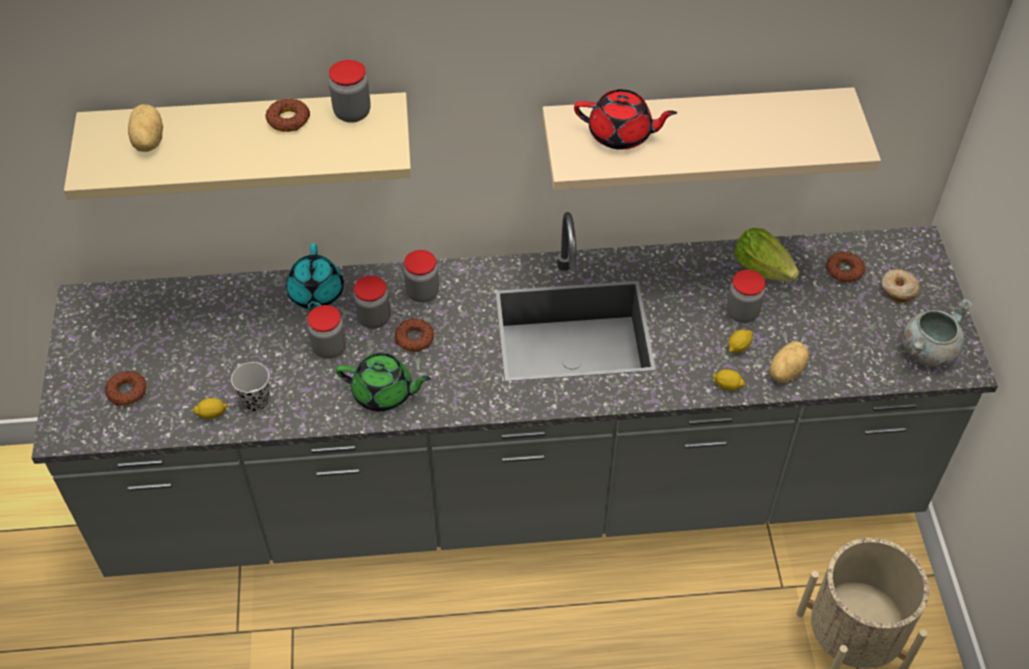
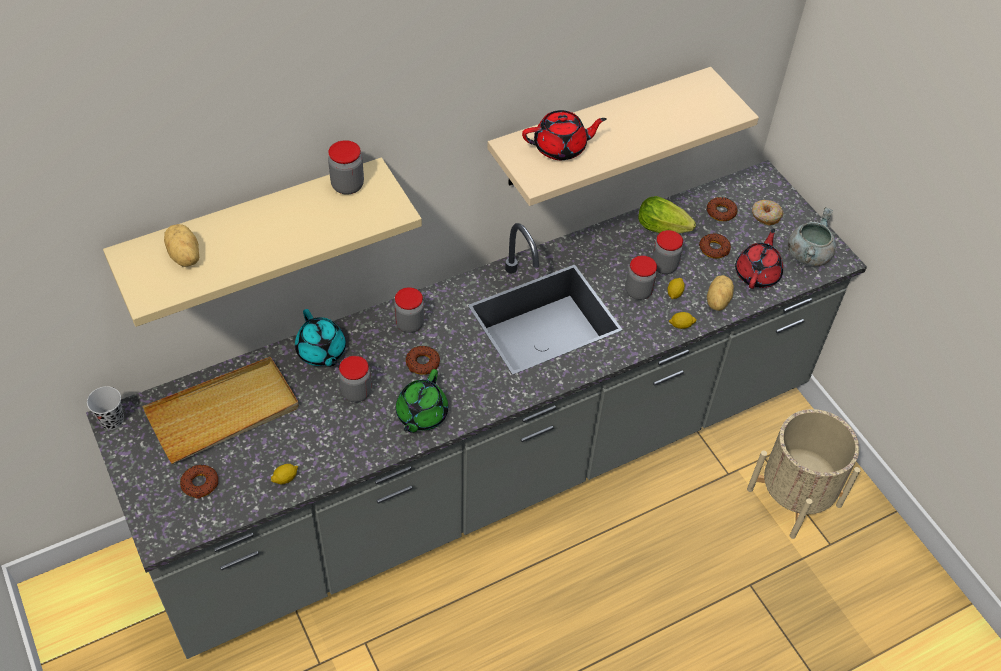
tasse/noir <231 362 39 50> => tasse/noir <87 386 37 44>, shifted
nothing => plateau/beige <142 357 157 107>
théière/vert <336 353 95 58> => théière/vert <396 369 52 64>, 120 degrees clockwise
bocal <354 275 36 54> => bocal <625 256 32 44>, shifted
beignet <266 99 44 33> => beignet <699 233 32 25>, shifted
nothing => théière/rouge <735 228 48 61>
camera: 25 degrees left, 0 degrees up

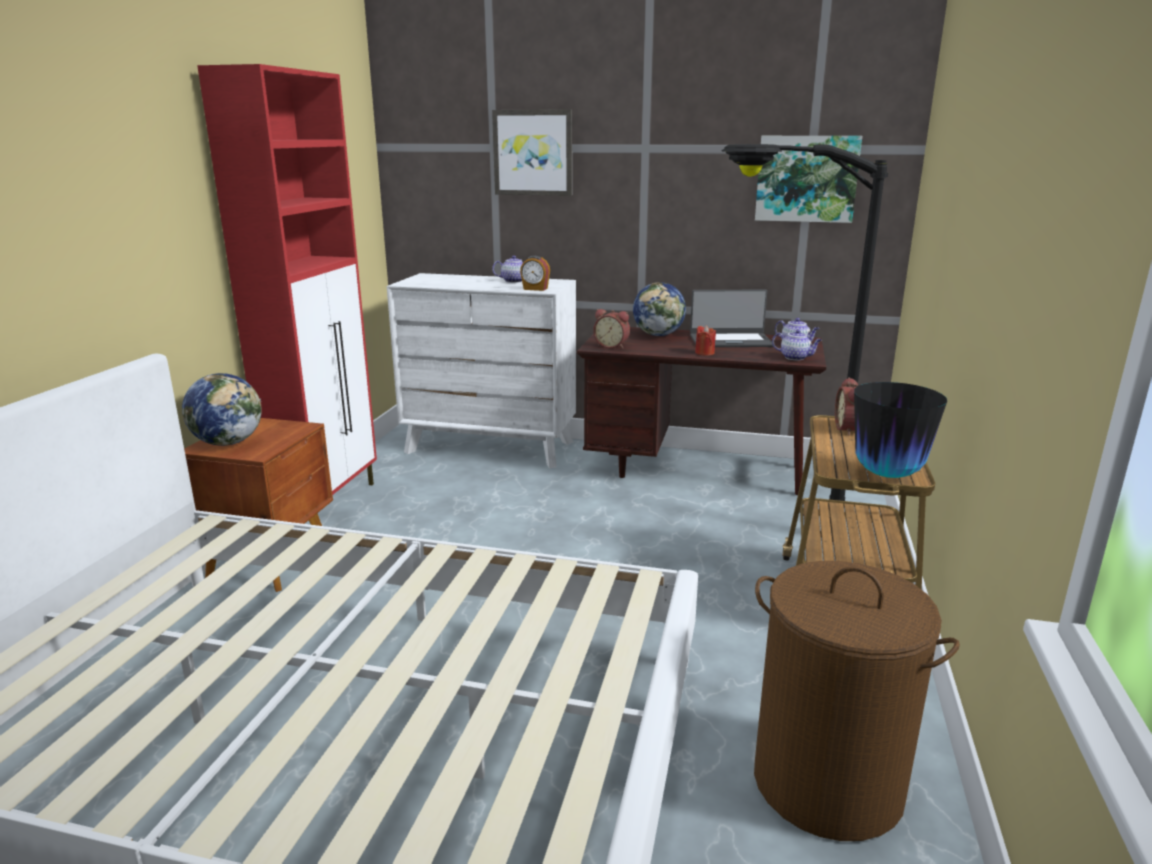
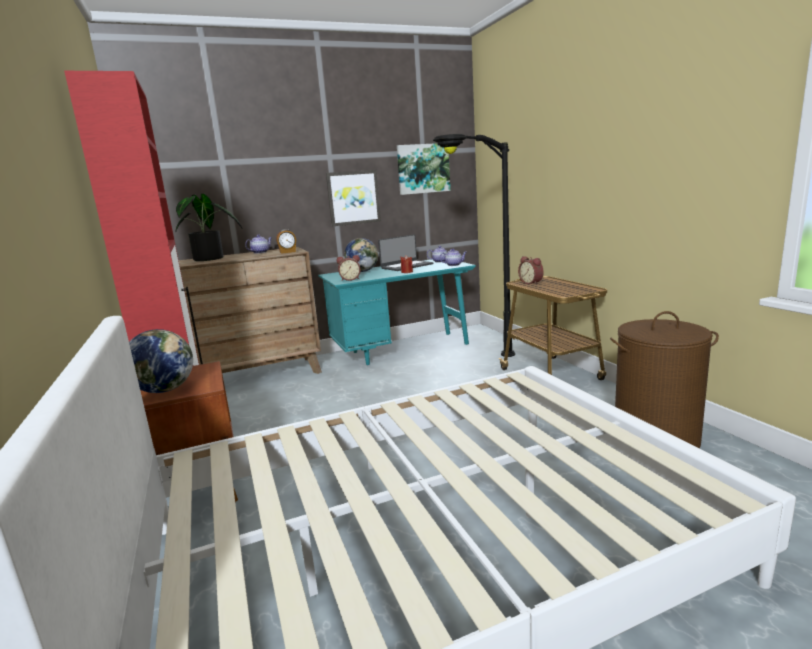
nothing => plante en pot <175 194 67 67>
commode/blanc <387 273 189 195> => commode/marron <179 247 143 127>
bureau/marron <577 327 249 168> => bureau/turquoise <318 260 158 105>
tableau <492 109 80 87> => tableau <326 170 55 56>, shifted
vase <854 382 93 96> => nothing
camera: 35 degrees left, 5 degrees down

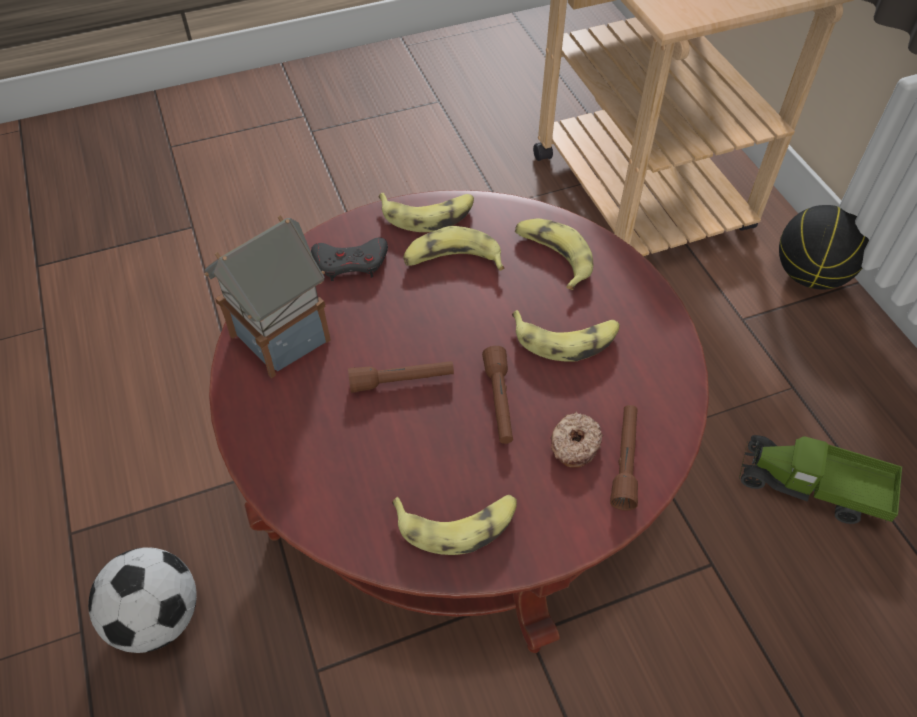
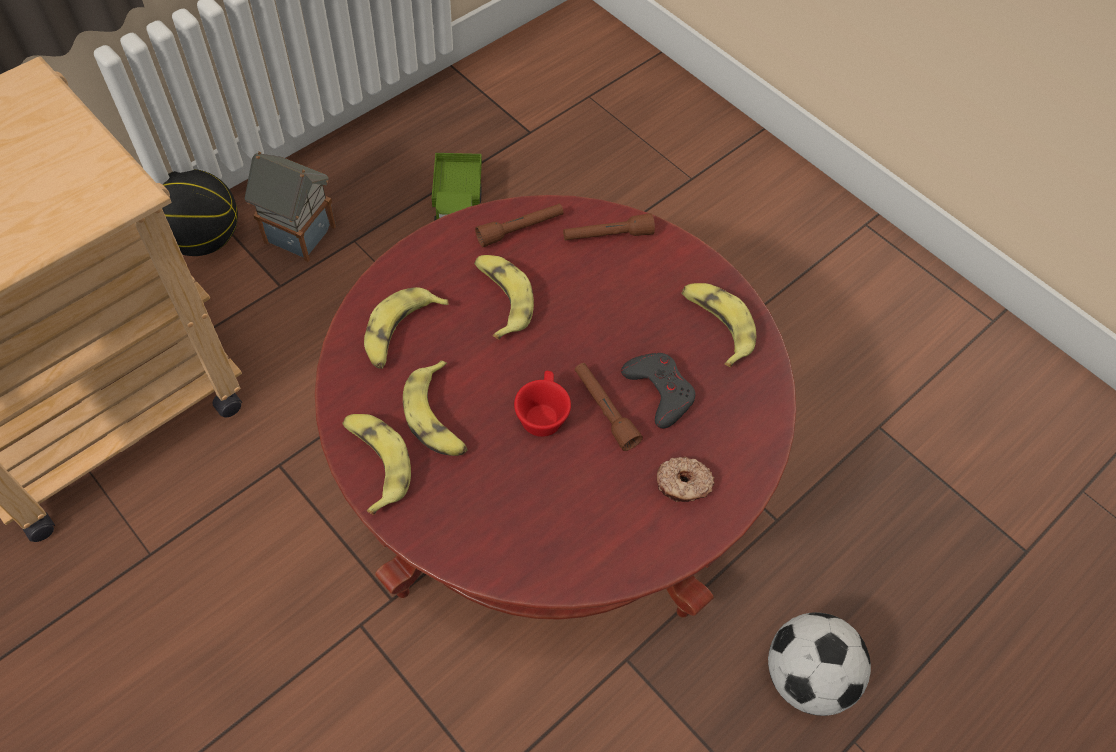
maison miniature <204 215 127 163> => maison miniature <244 151 92 111>, shifted
lampe de poche/marron <482 346 31 98> => lampe de poche/marron <475 204 89 43>, shifted
nothing => tasse/rouge <514 371 57 66>
manette/gris <311 237 77 44> => manette/gris <621 353 75 76>, shifted
beignet <551 412 52 56> => beignet <657 457 58 45>, shifted
camera: 115 degrees left, 5 degrees up

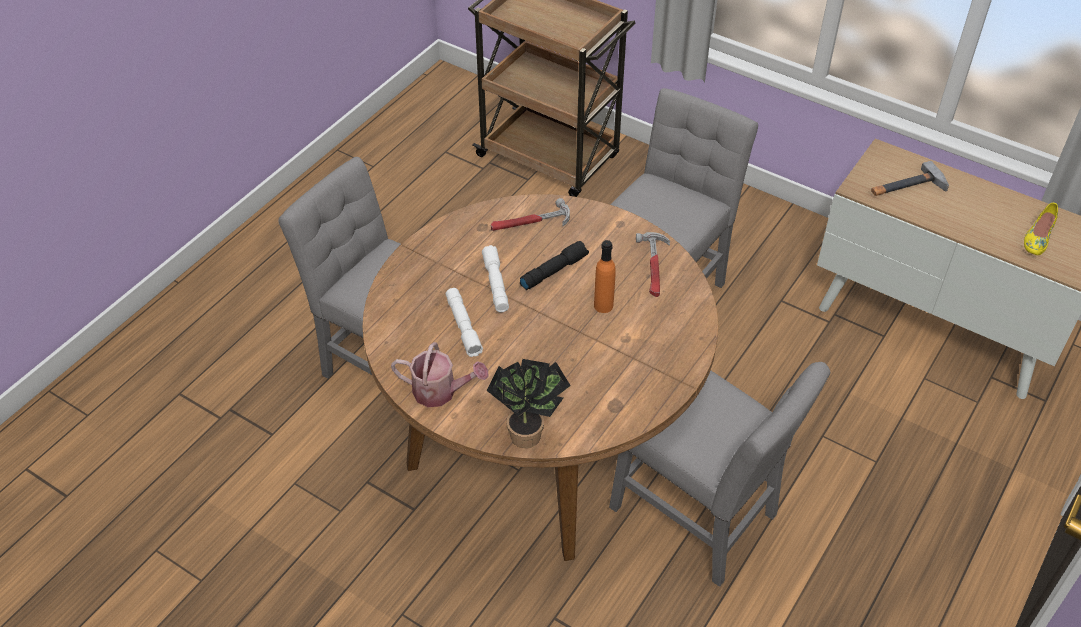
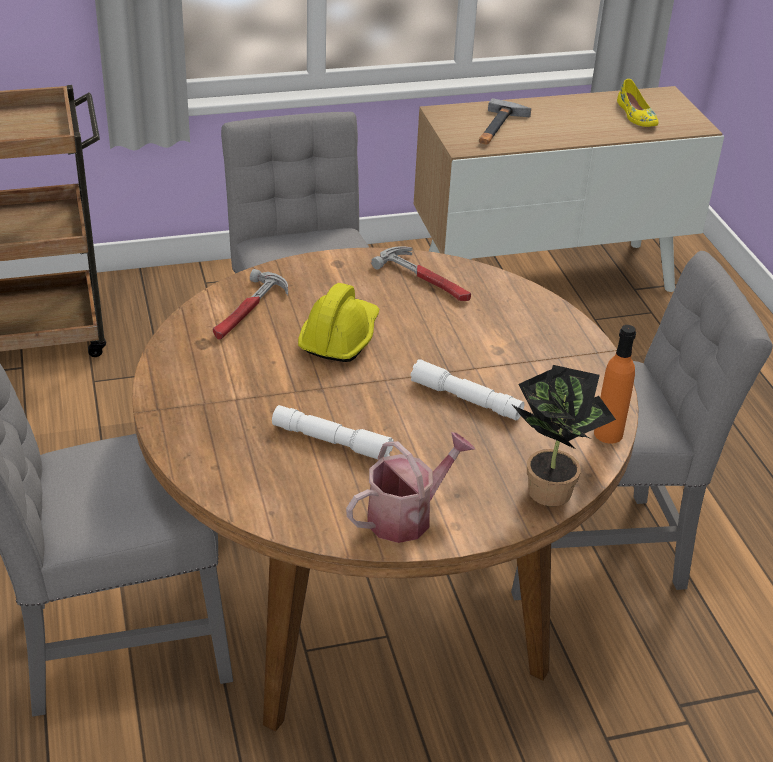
lampe de poche/noir <520 241 69 49> => casque de chantier/jaune <298 283 82 79>
lampe de poche/blanc <482 245 27 67> => lampe de poche/blanc <410 359 114 61>, shifted
bouteille/orange <594 240 22 73> => bouteille/orange <594 325 42 119>, shifted
camera: 50 degrees left, 10 degrees down

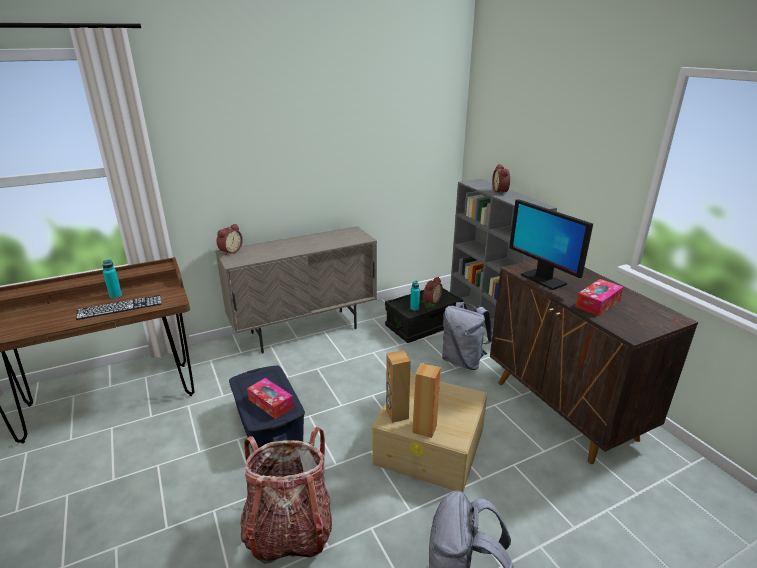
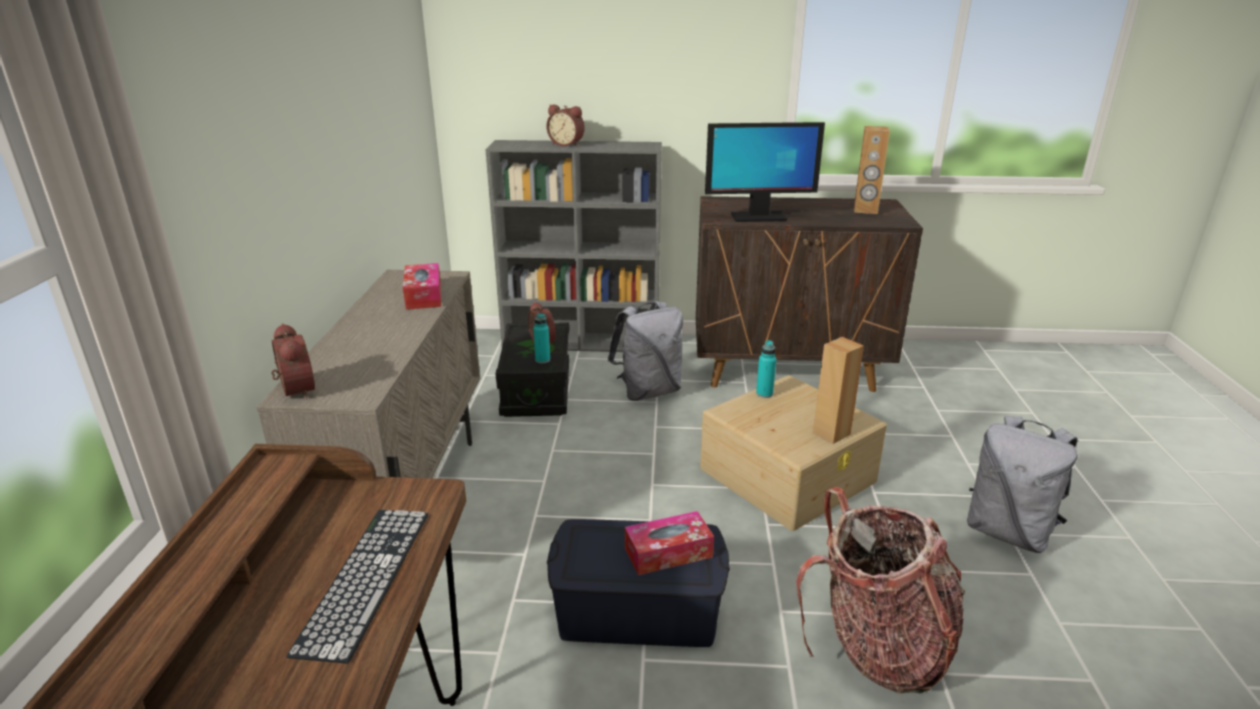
boîte à mouchoirs <575 279 48 37> => boîte à mouchoirs <403 263 38 47>, shifted
bouteille/turquoise <102 259 20 40> => bouteille/turquoise <756 340 20 58>, shifted
enceinte/marron <386 350 25 73> => enceinte/marron <854 126 36 88>, shifted
camera: 60 degrees left, 0 degrees up

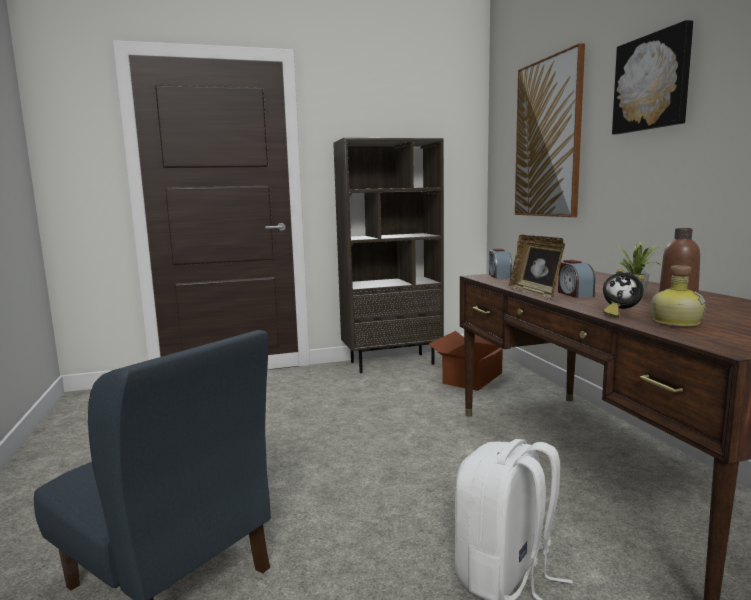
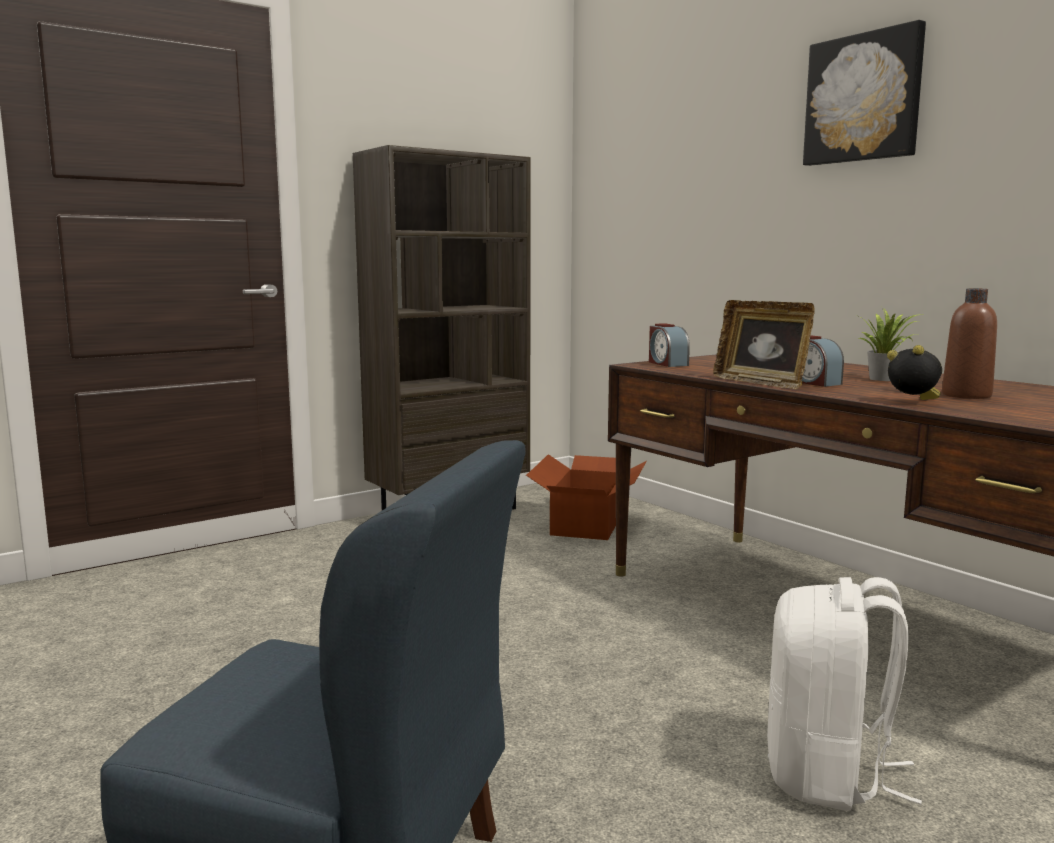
réveil <603 269 42 49> => réveil <887 345 55 55>, 150 degrees counterclockwise
tableau <515 43 70 174> => nothing
bouteille <651 265 55 62> => nothing
camera: 20 degrees left, 0 degrees up

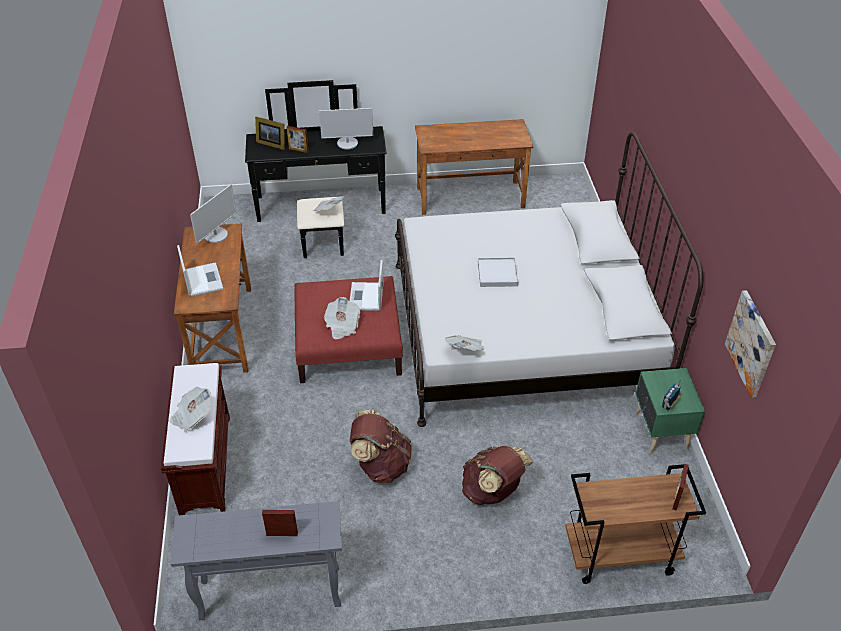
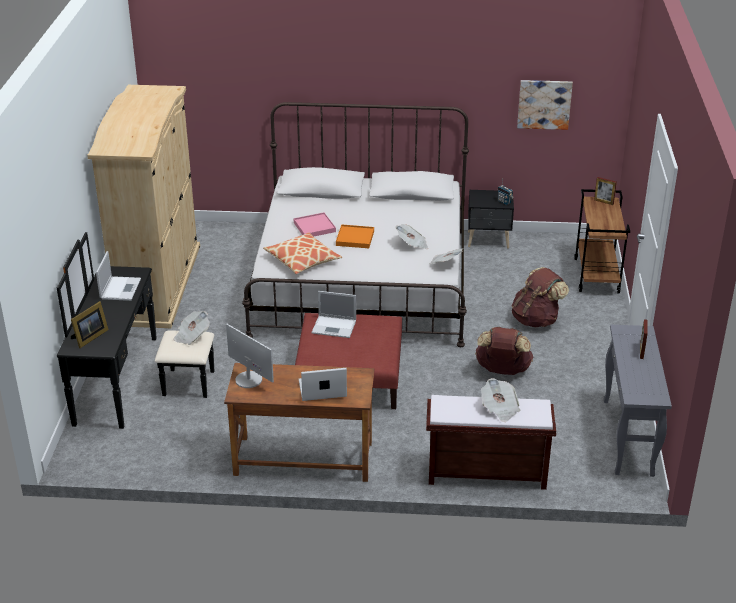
bureau/marron <415 119 118 96> => armoire/beige <87 85 113 243>
écran d'ordinateur <319 108 54 41> => ordinateur portable <96 251 45 50>
nothing => coussin <263 232 79 42>
nothing => plateau/rose <294 212 42 25>
plateau/blanc <478 257 40 30> => plateau/orange <336 225 38 23>
journal <324 297 36 42> => journal <395 224 33 25>, shifted
table de chevet/vert <635 368 70 86> => table de chevet/noir <468 190 46 58>
cadre photo <286 126 23 27> => nothing
camera: 80 degrees left, 10 degrees down

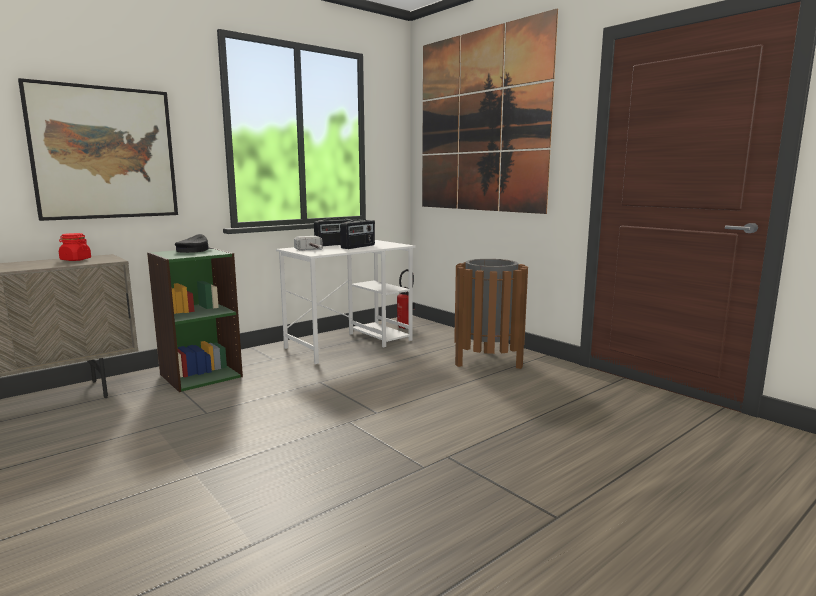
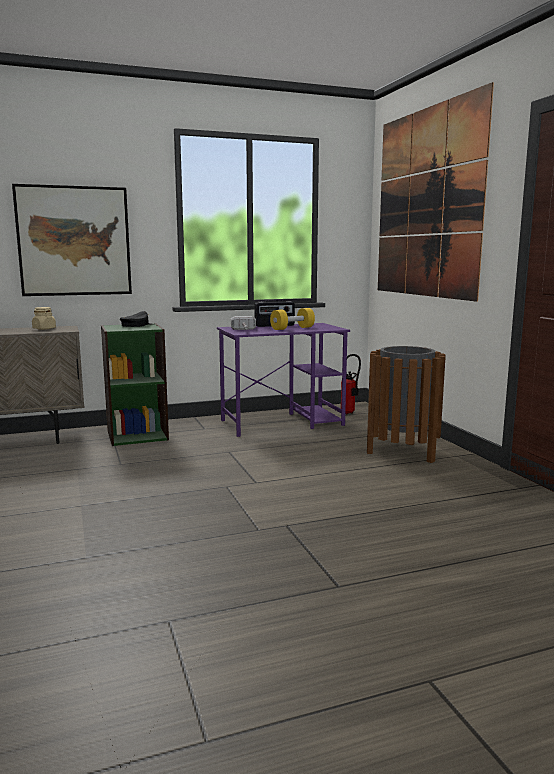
bocal/rouge <59 233 32 28> => bocal/beige <32 307 24 23>
bureau/blanc <276 240 140 124> => bureau/violet <217 323 133 114>
radio <340 219 35 30> => haltère/jaune <270 308 45 22>
camera: 20 degrees right, 0 degrees up

